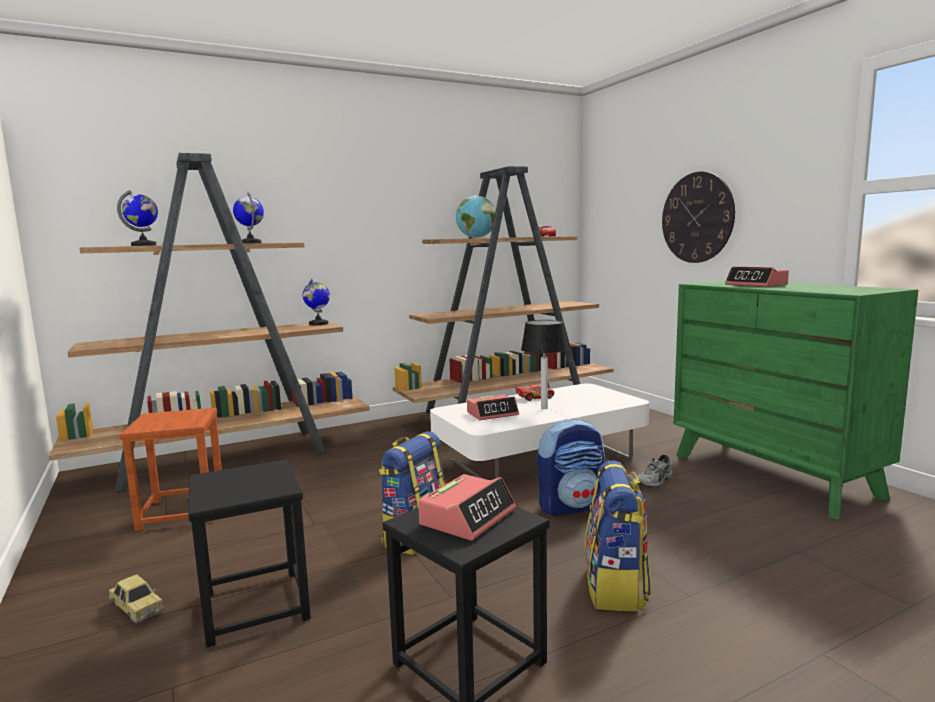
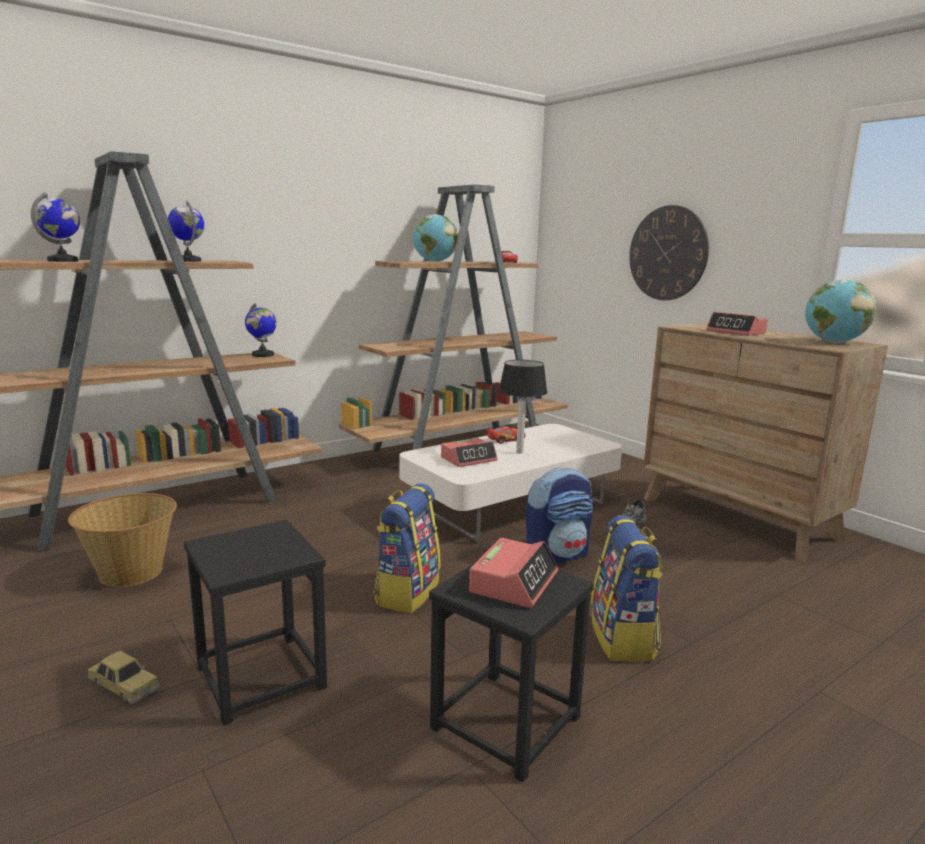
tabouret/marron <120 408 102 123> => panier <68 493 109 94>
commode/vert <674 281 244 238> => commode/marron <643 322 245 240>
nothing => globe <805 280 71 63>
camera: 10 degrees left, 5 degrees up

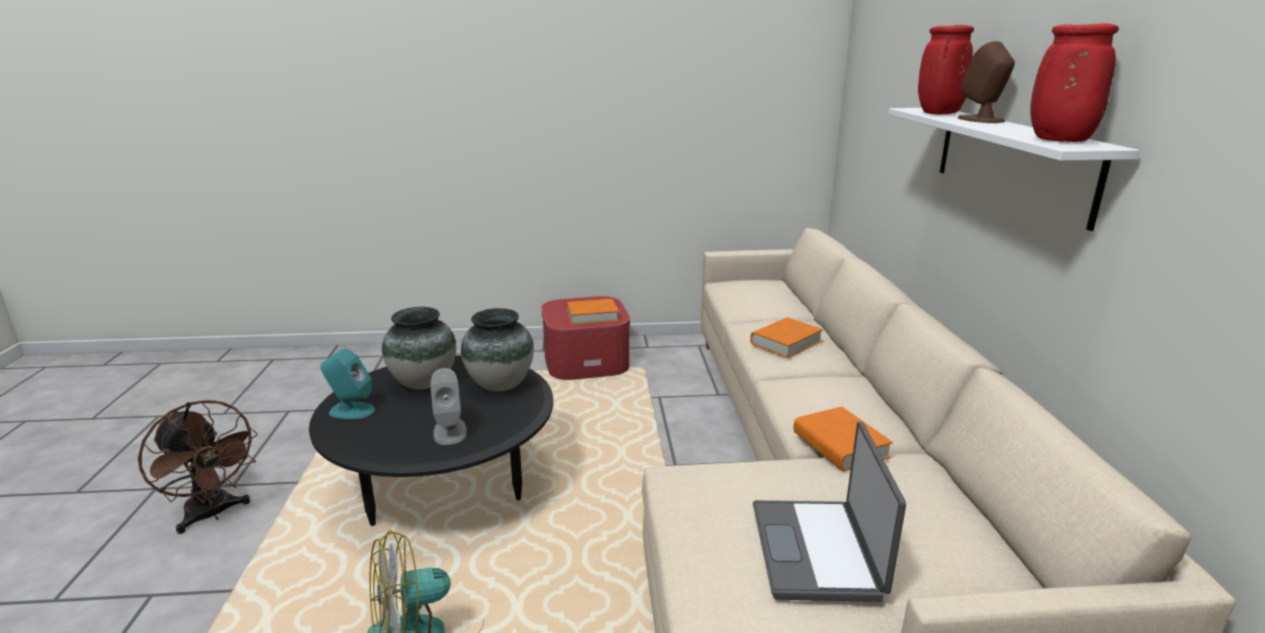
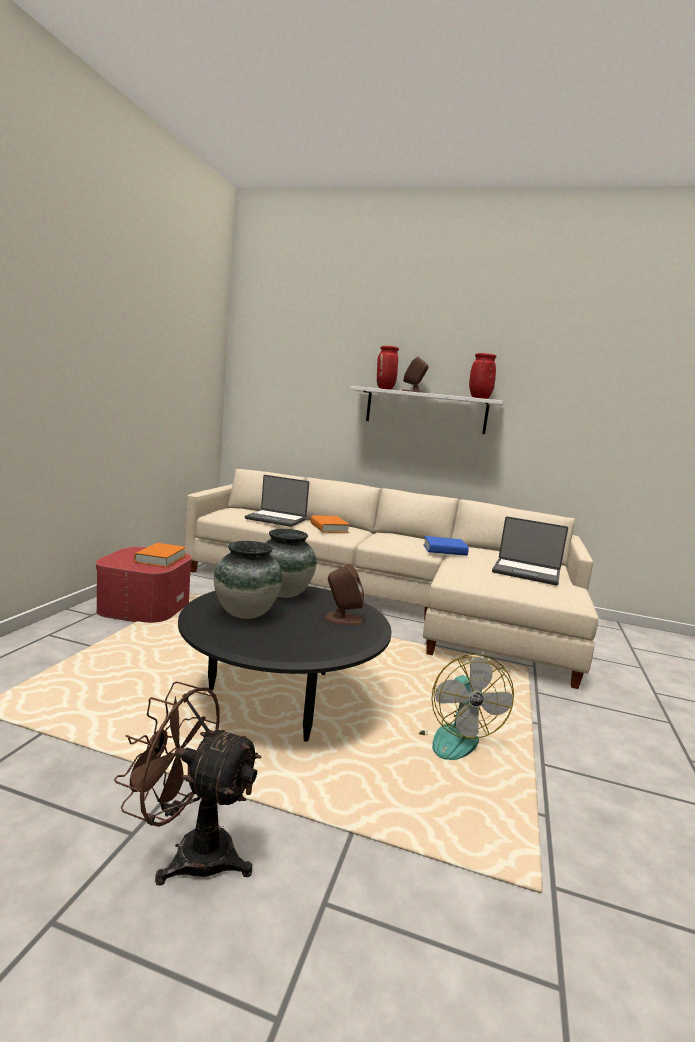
ventilateur/marron <138 400 120 134> => ventilateur/marron <114 681 148 205>, 135 degrees counterclockwise
nothing => ordinateur portable <245 475 64 52>
enceinte/gris <430 368 37 77> => enceinte/marron <325 564 39 62>
livre/orange <793 406 100 65> => livre/bleu <423 536 46 20>
enceinte/turquoise <320 349 55 70> => nothing
camera: 70 degrees left, 10 degrees down

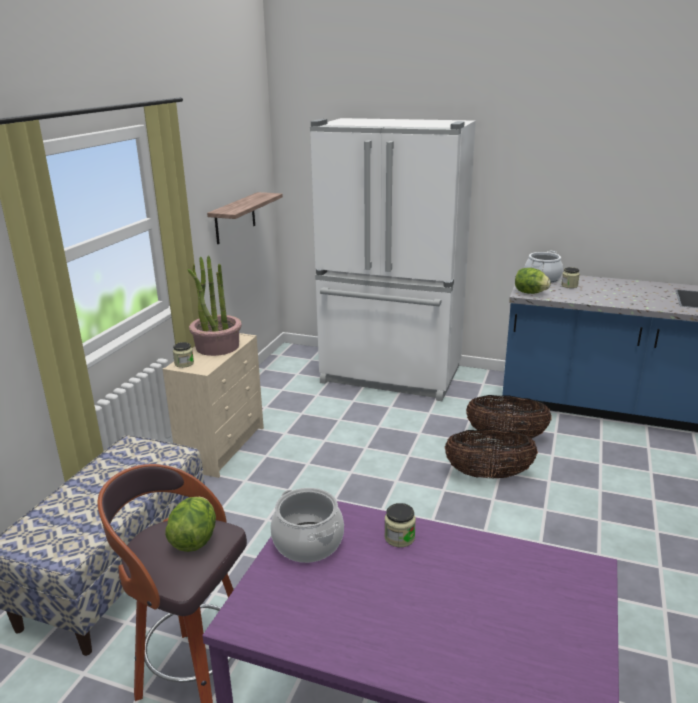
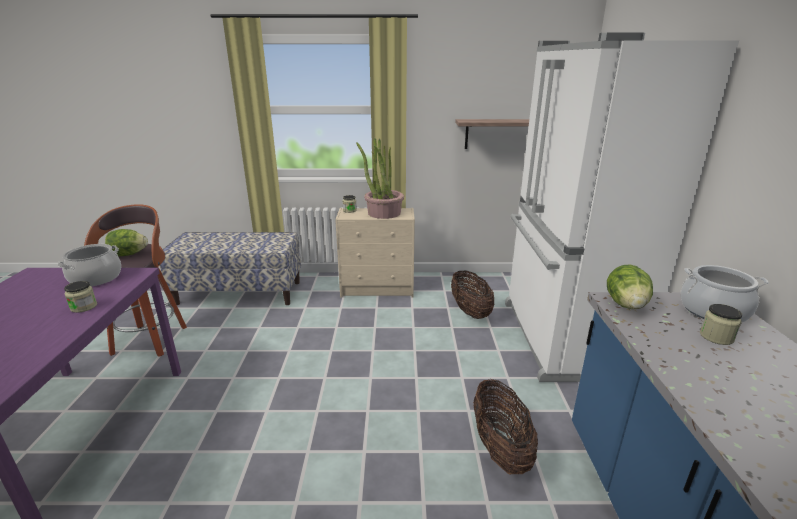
panier <445 429 93 50> => panier <451 270 43 49>, shifted
camera: 70 degrees right, 0 degrees up

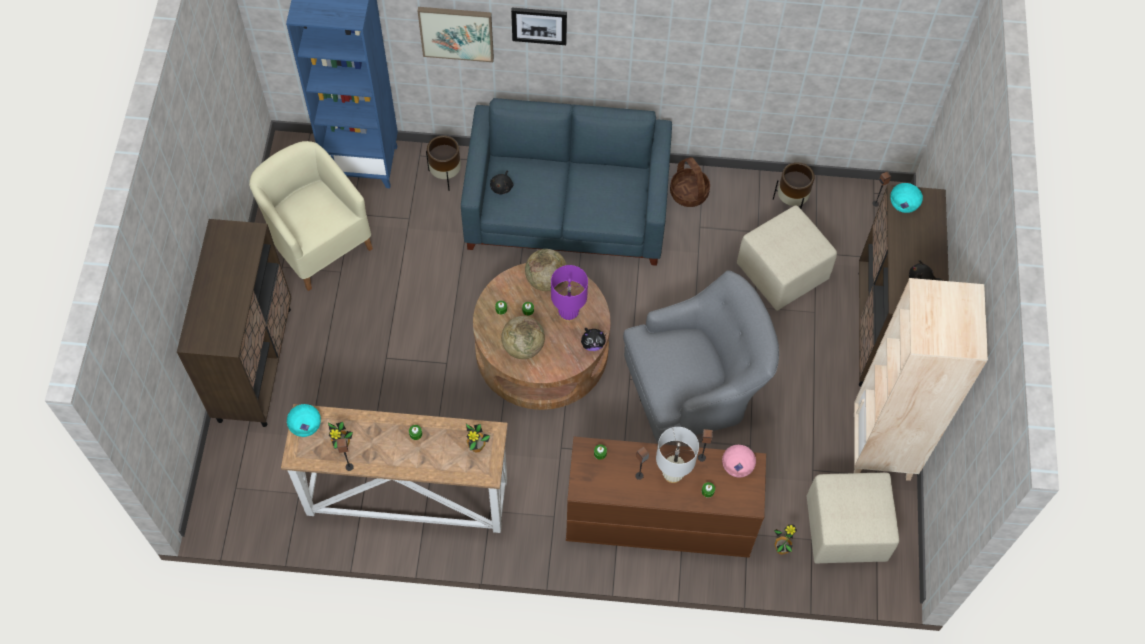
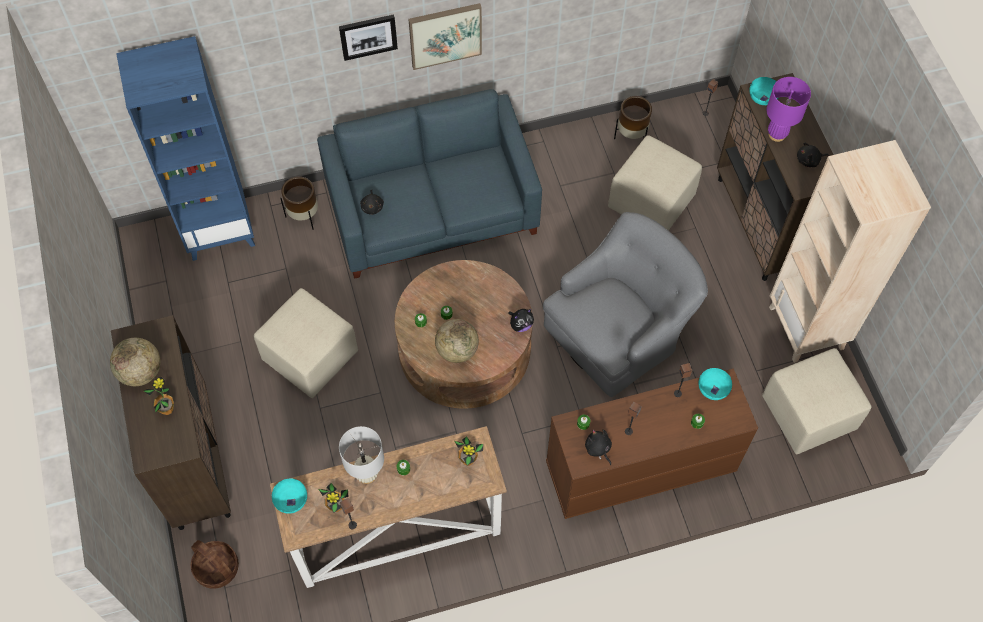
globe <525 249 42 42> => globe <110 338 51 48>, shifted
plante en pot <774 524 23 31> => plante en pot <144 377 30 38>, shifted
panier <670 157 40 50> => panier <191 540 48 49>, shifted
nothing => pouf/beige <254 288 104 110>
lampe de table/blanc <656 427 43 56> => lampe de table/blanc <339 426 45 58>, shifted
tableau <418 7 76 55> => tableau <409 3 73 67>, shifted
nothing => peluche/noir <585 429 27 36>
bol/rose <722 445 34 33> => bol/turquoise <698 368 34 32>
lampe de table/violet <551 265 37 57> => lampe de table/violet <766 77 45 65>, shifted
fauteuil/beige <249 141 124 150> => nothing
camera: 20 degrees left, 0 degrees up

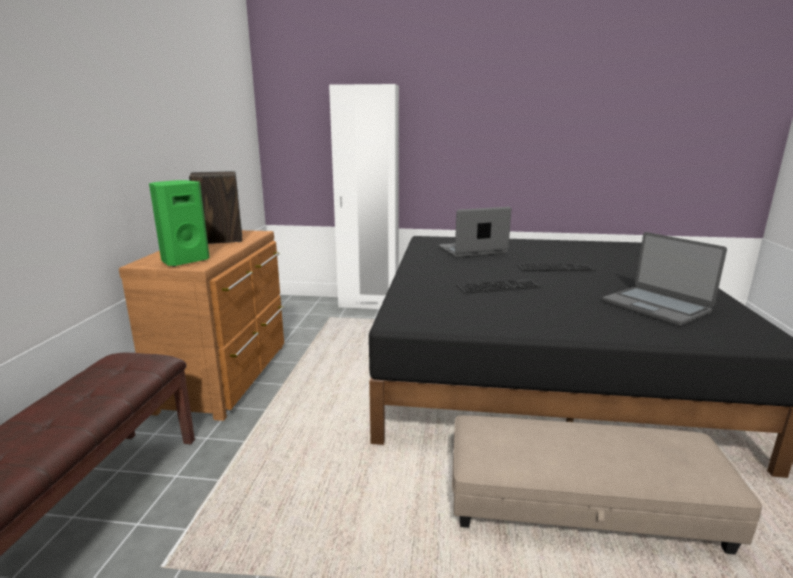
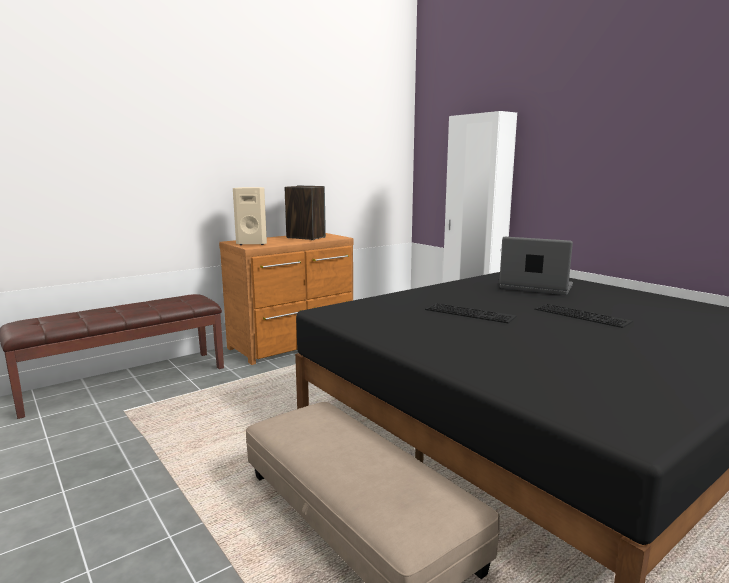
enceinte/vert <149 180 61 87> => enceinte/beige <233 187 34 58>
ordinateur portable <602 232 125 94> => nothing
camera: 45 degrees right, 5 degrees down

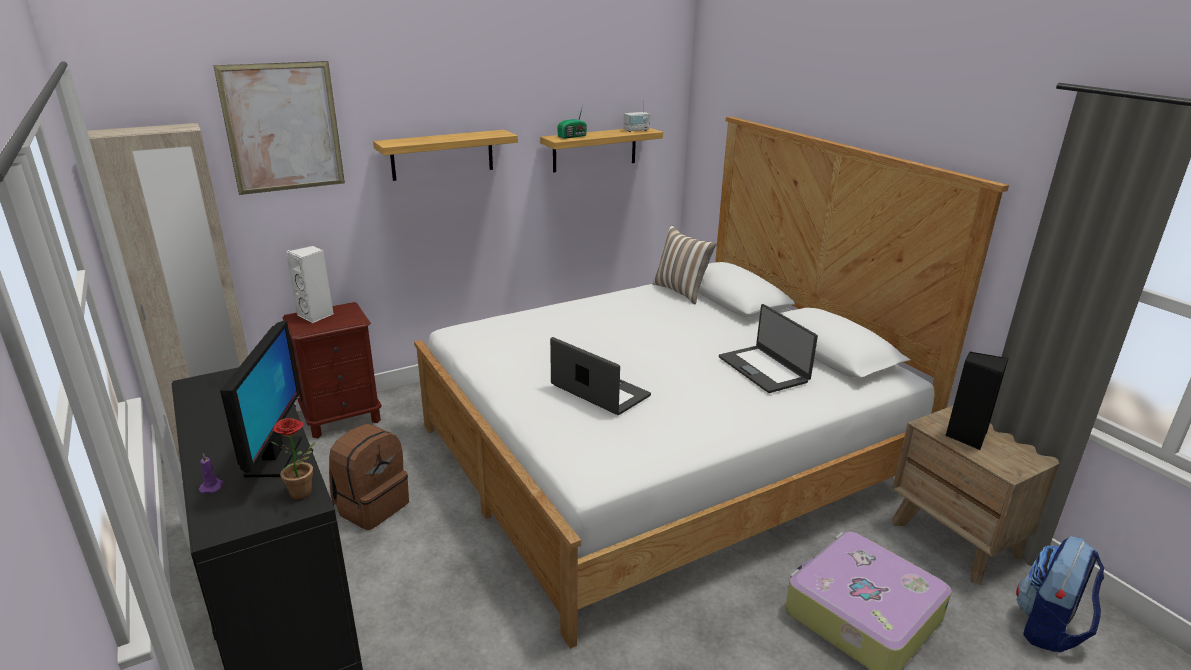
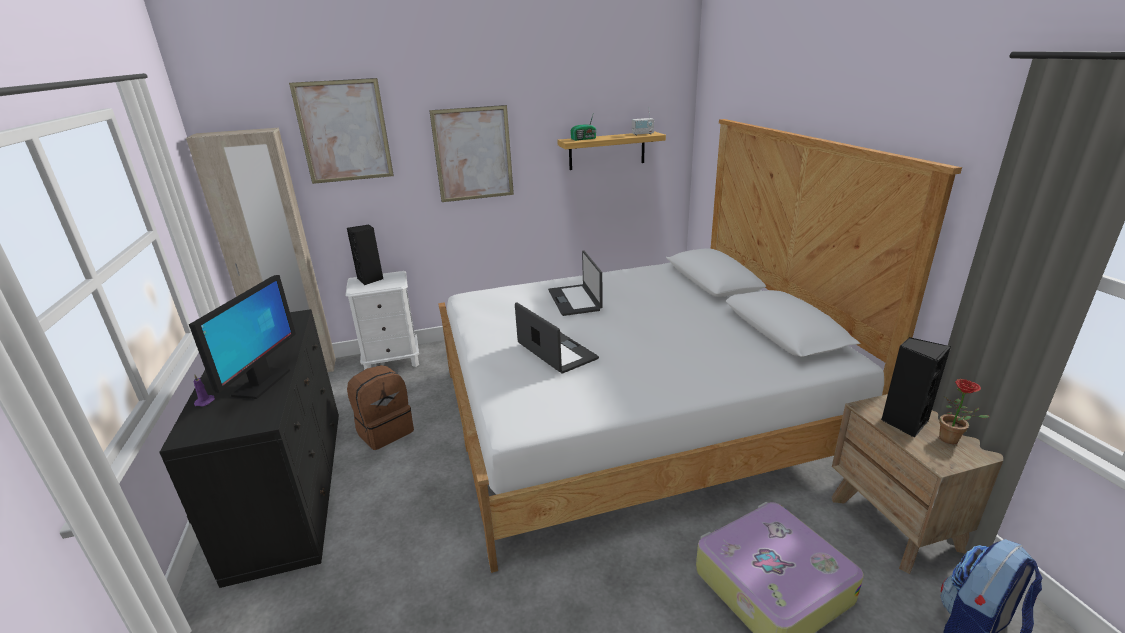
table de chevet/marron <282 302 100 136> => table de chevet/blanc <345 271 74 99>
enceinte/blanc <286 245 48 78> => enceinte/noir <347 225 36 60>
étagère <373 130 145 51> => tableau <429 105 85 97>
ordinateur portable <719 304 99 89> => ordinateur portable <548 250 55 66>, shifted
plante en pot <271 418 44 81> => plante en pot <939 379 50 65>, shifted
coussin <653 226 64 79> => nothing
camera: 15 degrees right, 0 degrees up

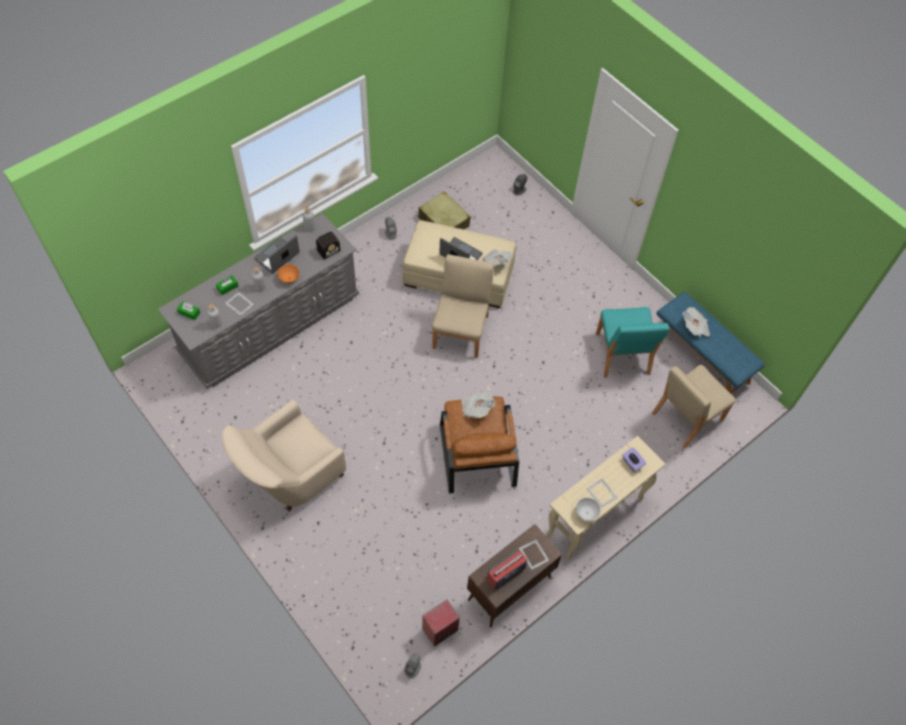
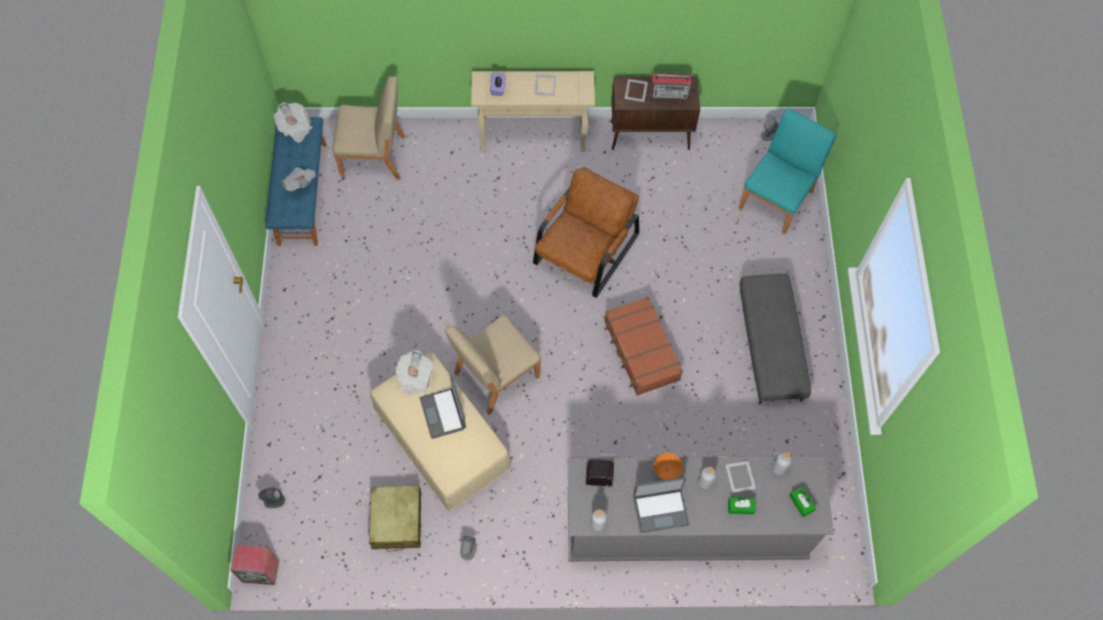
enceinte <422 600 38 47> => enceinte <230 545 49 40>, shifted
journal <462 391 33 27> => journal <274 102 39 41>, shifted
nothing => valise/marron <604 297 79 98>
chaise/turquoise <596 307 74 71> => chaise/turquoise <738 108 99 127>, shifted
fauteuil/beige <222 399 124 113> => pouf/gris <740 274 71 130>
bol/blanc <576 498 25 23> => nothing
camera: 140 degrees left, 5 degrees up

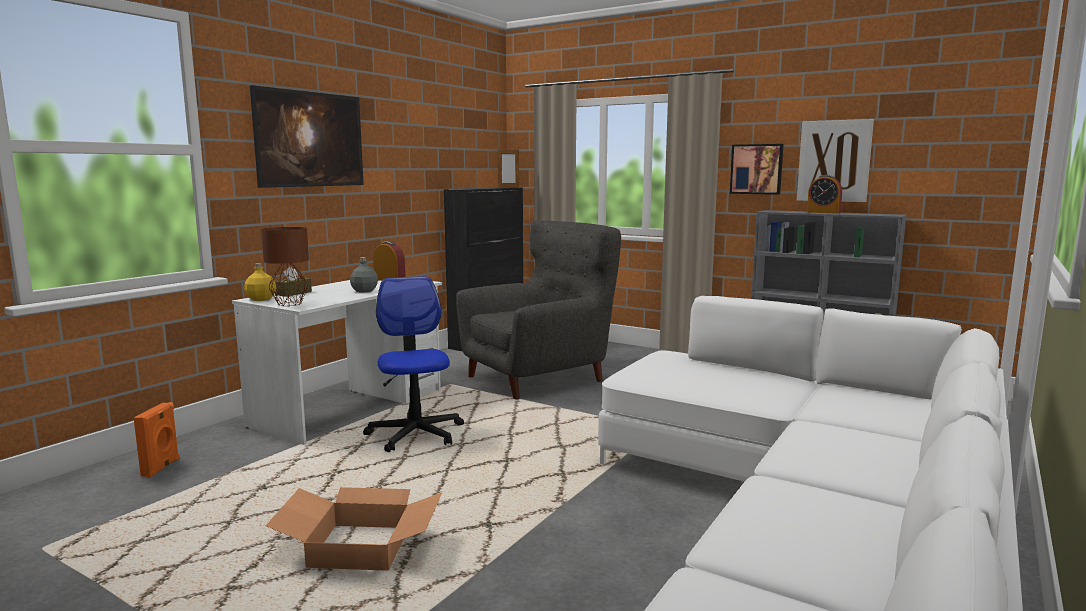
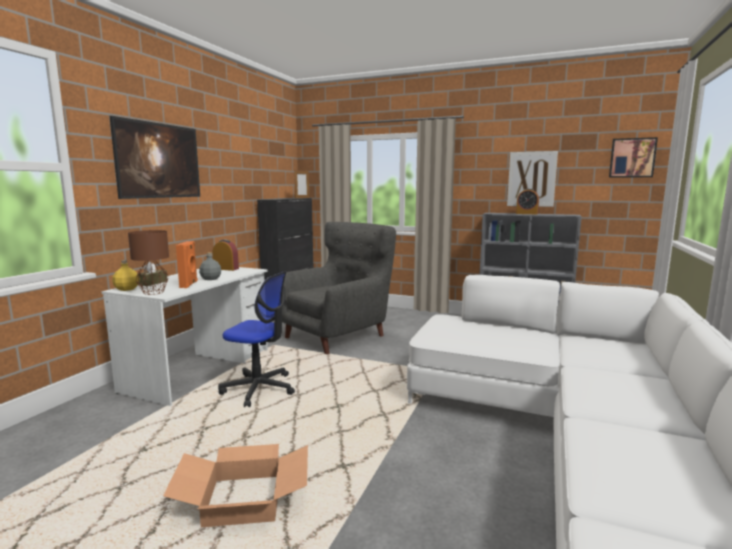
enceinte/orange <134 402 45 76> => enceinte/orange <176 241 22 47>, shifted
chaise de bureau <363 276 101 176> => chaise de bureau <218 271 77 136>, 135 degrees clockwise
tableau <730 144 54 51> => tableau <609 137 49 41>, shifted
camera: 10 degrees left, 0 degrees up

